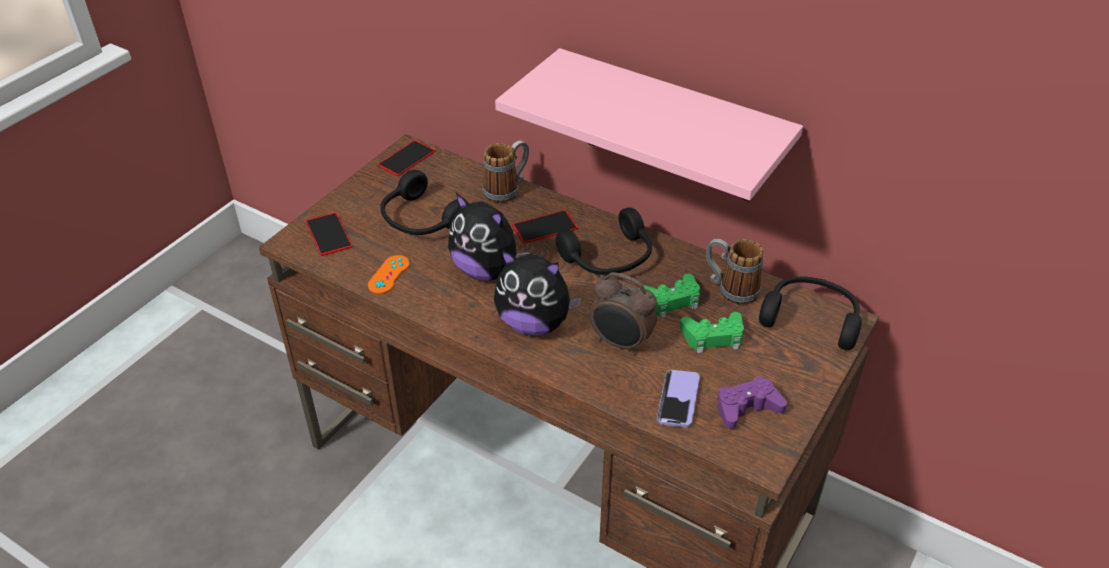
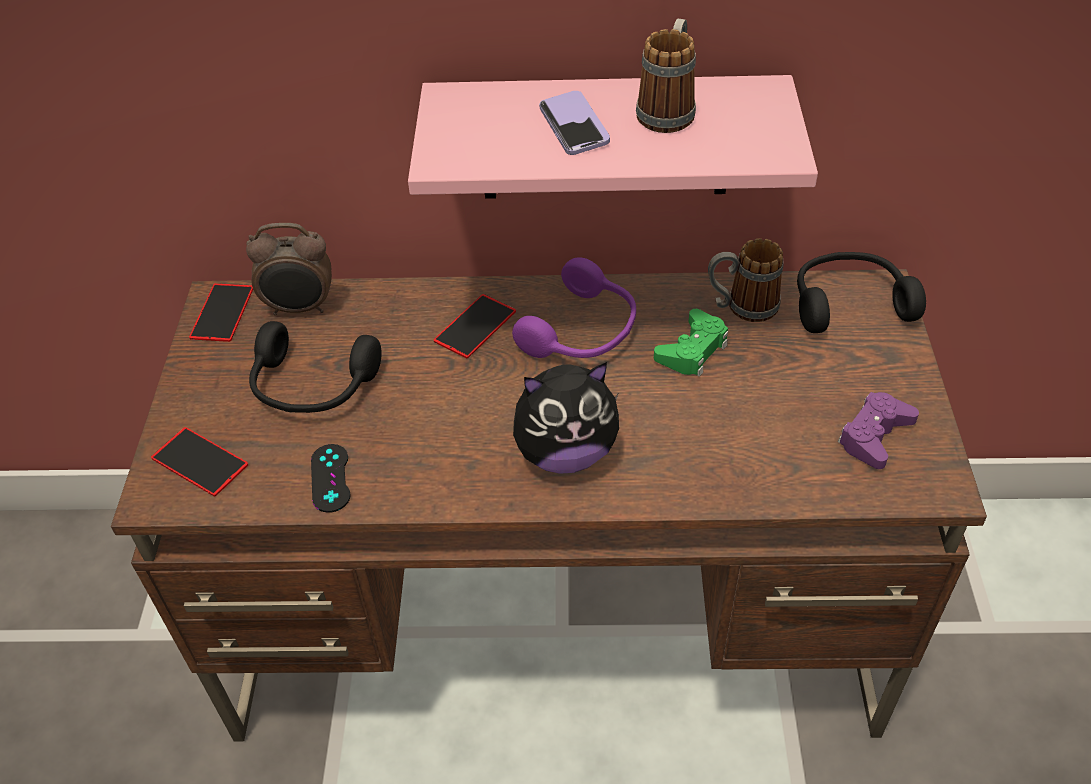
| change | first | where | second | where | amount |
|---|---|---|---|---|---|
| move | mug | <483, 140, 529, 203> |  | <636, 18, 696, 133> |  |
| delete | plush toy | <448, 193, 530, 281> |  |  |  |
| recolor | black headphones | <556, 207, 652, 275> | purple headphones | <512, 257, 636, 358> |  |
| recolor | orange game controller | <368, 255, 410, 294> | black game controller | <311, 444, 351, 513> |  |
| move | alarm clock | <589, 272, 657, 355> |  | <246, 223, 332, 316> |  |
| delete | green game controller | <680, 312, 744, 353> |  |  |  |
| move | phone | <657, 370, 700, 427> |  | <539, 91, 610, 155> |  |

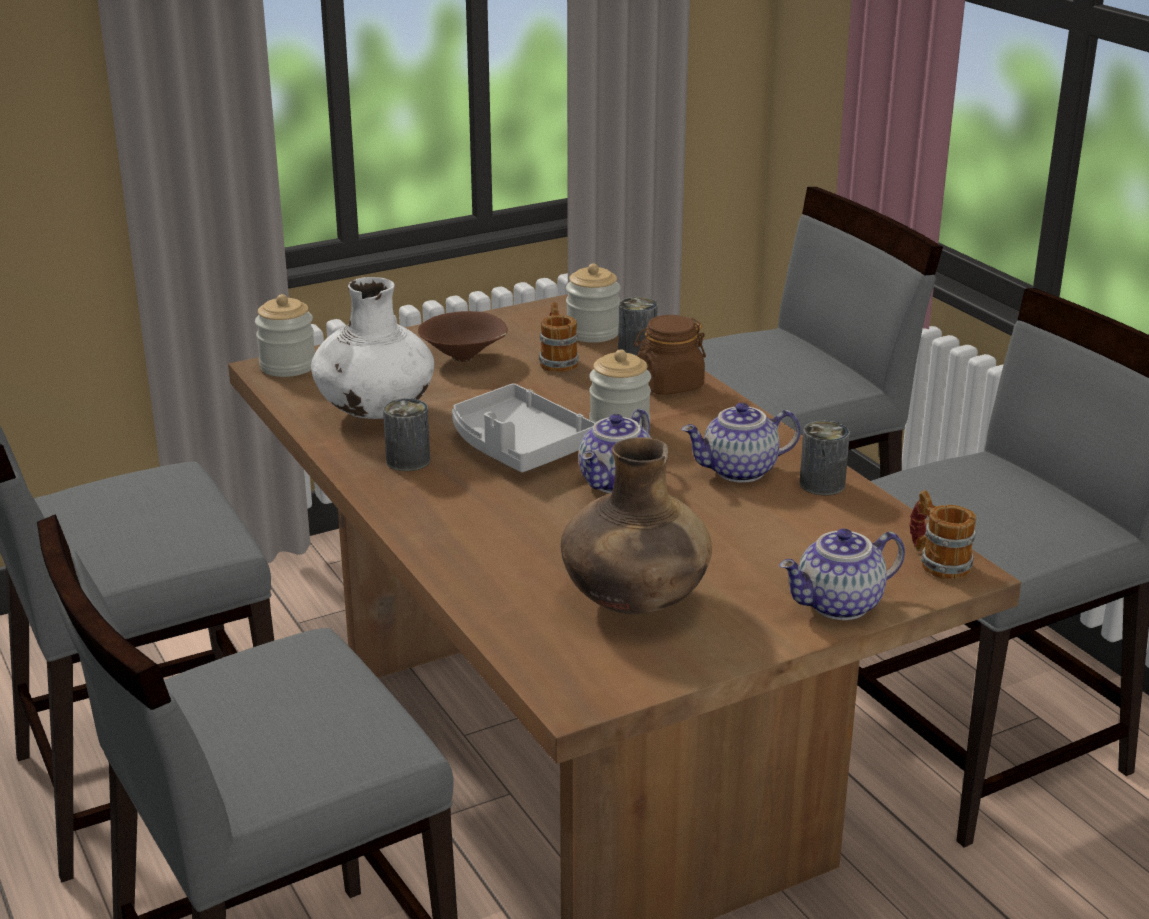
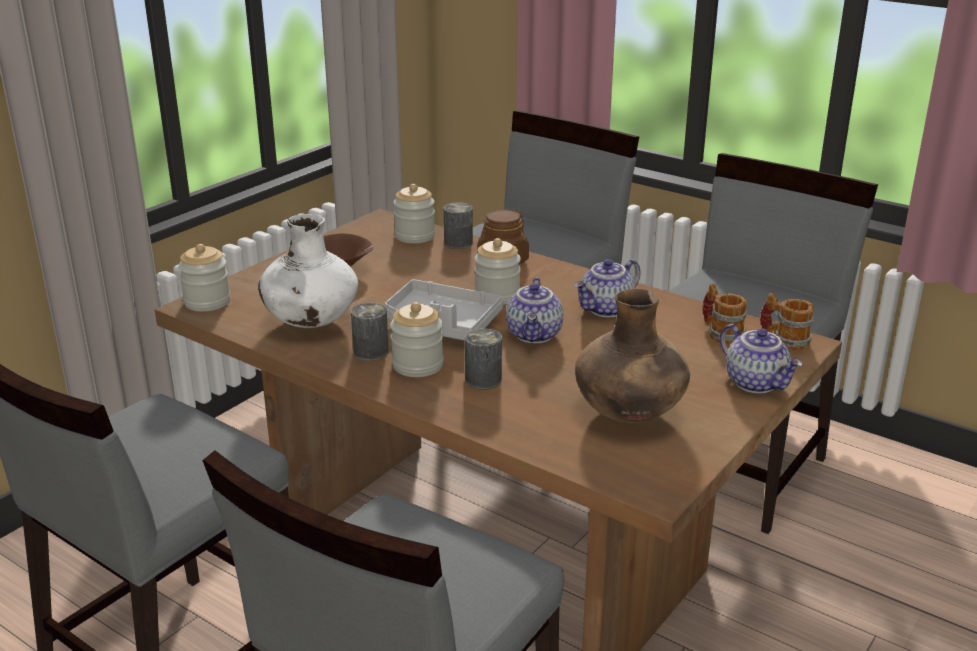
| change | first | where | second | where | amount |
|---|---|---|---|---|---|
| move | mug | <539, 302, 579, 372> |  | <703, 283, 747, 344> |  |
| move | can | <800, 421, 850, 495> |  | <465, 328, 502, 390> |  |
| rotate | teapot | <779, 529, 905, 620> |  | <720, 324, 803, 394> | 75 degrees counterclockwise |
| insert |  |  | jar | <390, 302, 444, 377> |  |

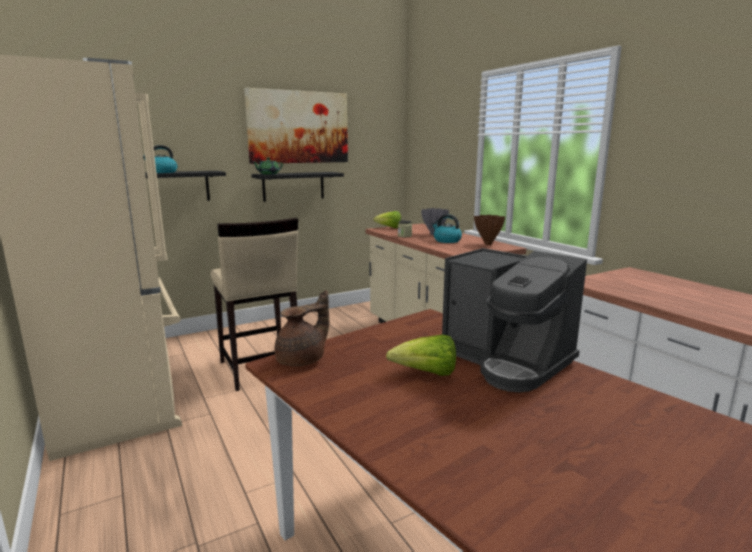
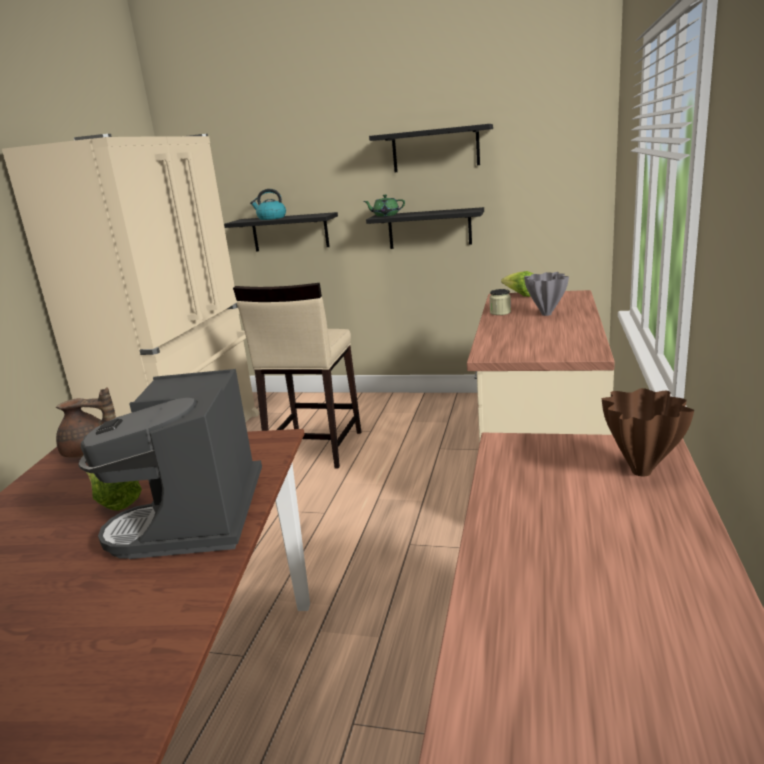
| change | first | where | second | where | amount |
|---|---|---|---|---|---|
| replace | picture | <244, 88, 348, 164> | black shelf | <369, 124, 493, 172> |  |
| delete | kettle | <432, 214, 462, 243> |  |  |  |
| move | brown vase | <474, 215, 505, 245> |  | <602, 388, 694, 477> |  |

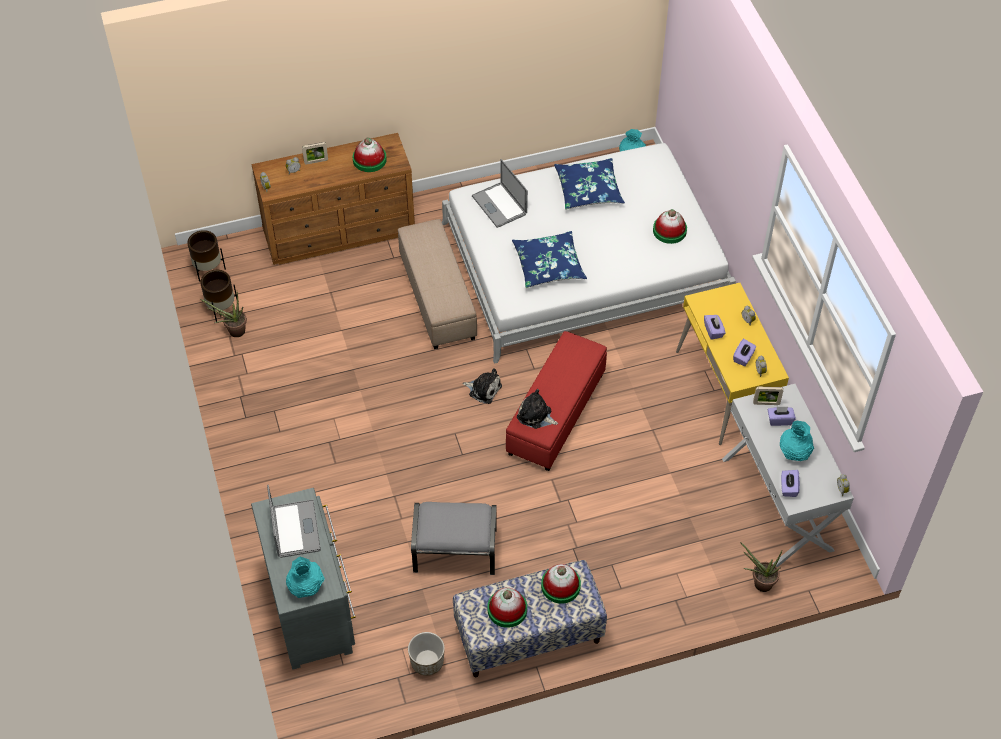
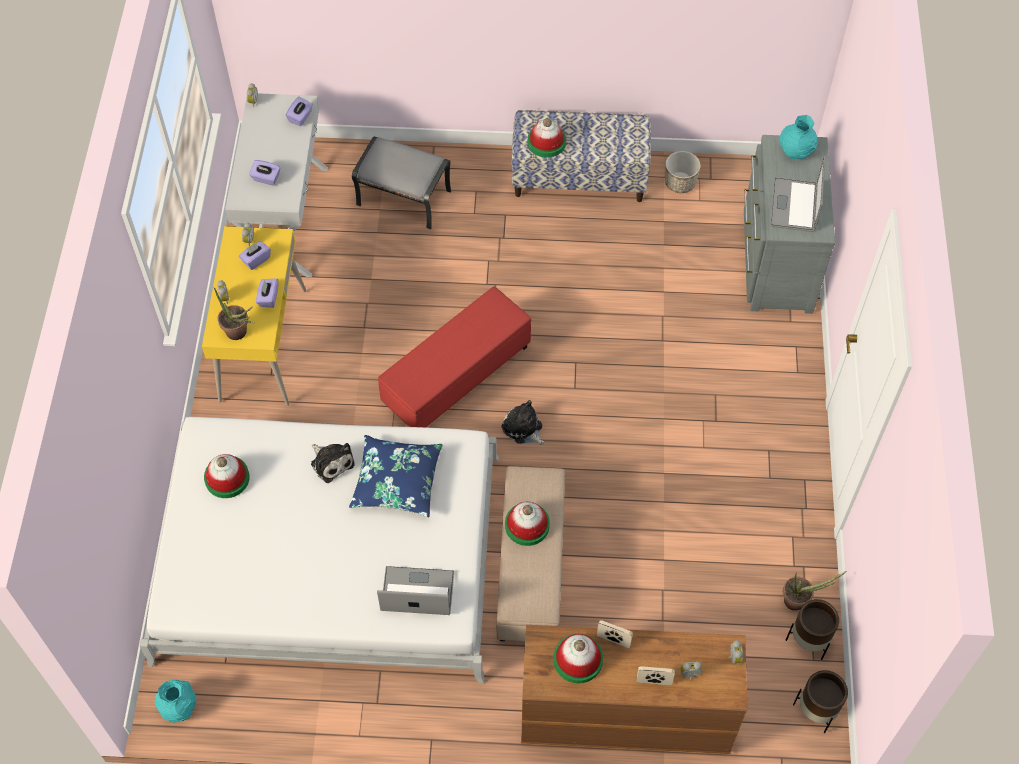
| change | first | where | second | where | amount |
|---|---|---|---|---|---|
| delete | blue pillow | <554, 158, 625, 210> |  |  |  |
| rotate | laptop | <472, 159, 528, 228> |  | <377, 566, 454, 615> | 75 degrees counterclockwise |
| move | picture frame | <753, 387, 783, 405> |  | <597, 620, 633, 648> |  |
| move | plush toy | <517, 389, 558, 429> |  | <311, 443, 355, 483> |  |
| delete | turquoise vase | <780, 421, 814, 461> |  |  |  |
| move | grey ottoman | <411, 502, 497, 575> |  | <352, 136, 451, 230> |  |
| move | potted plant | <740, 542, 782, 592> |  | <214, 288, 254, 340> |  |
| move | hat | <487, 588, 527, 628> |  | <505, 502, 550, 546> |  |

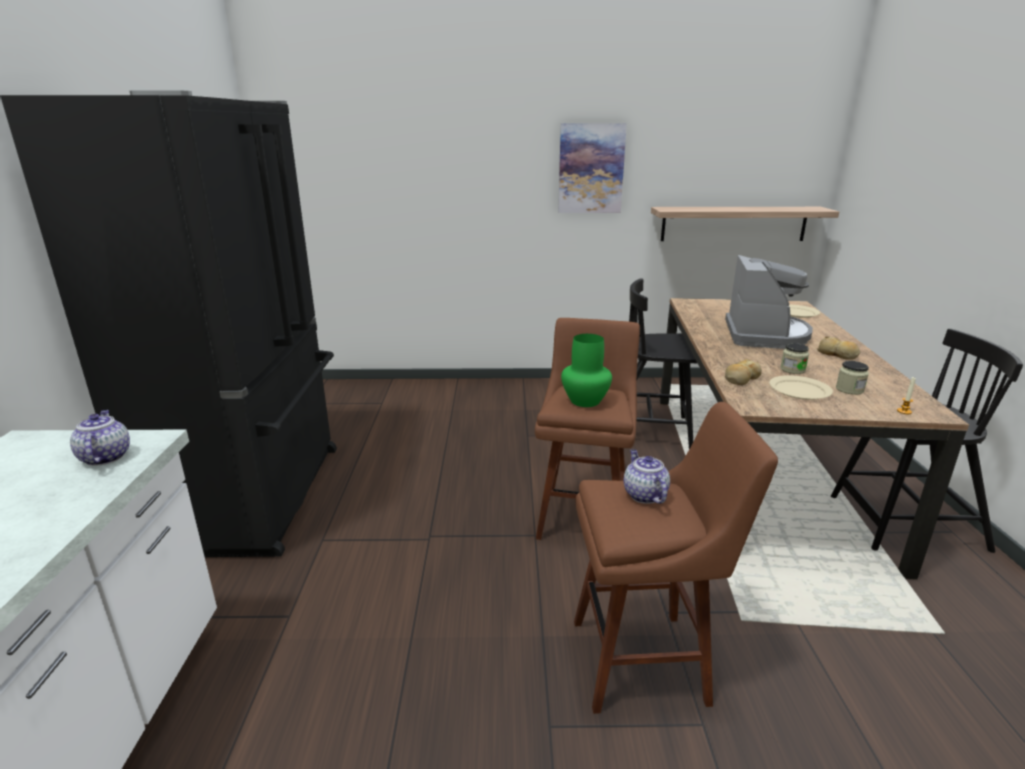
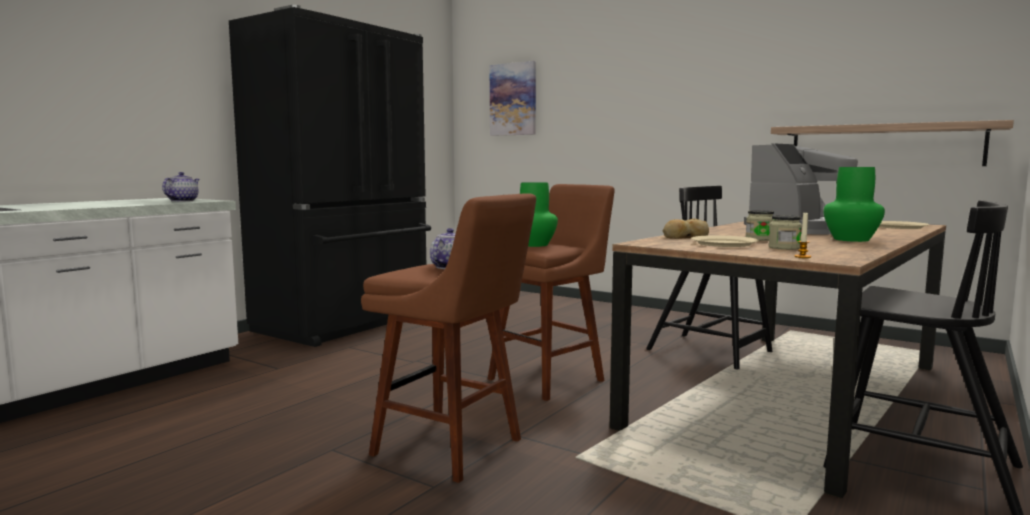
| change | first | where | second | where | amount |
|---|---|---|---|---|---|
| move | picture | <558, 123, 627, 213> |  | <490, 61, 536, 136> |  |
| replace | bread | <817, 337, 860, 360> | green vase | <824, 167, 885, 242> |  |

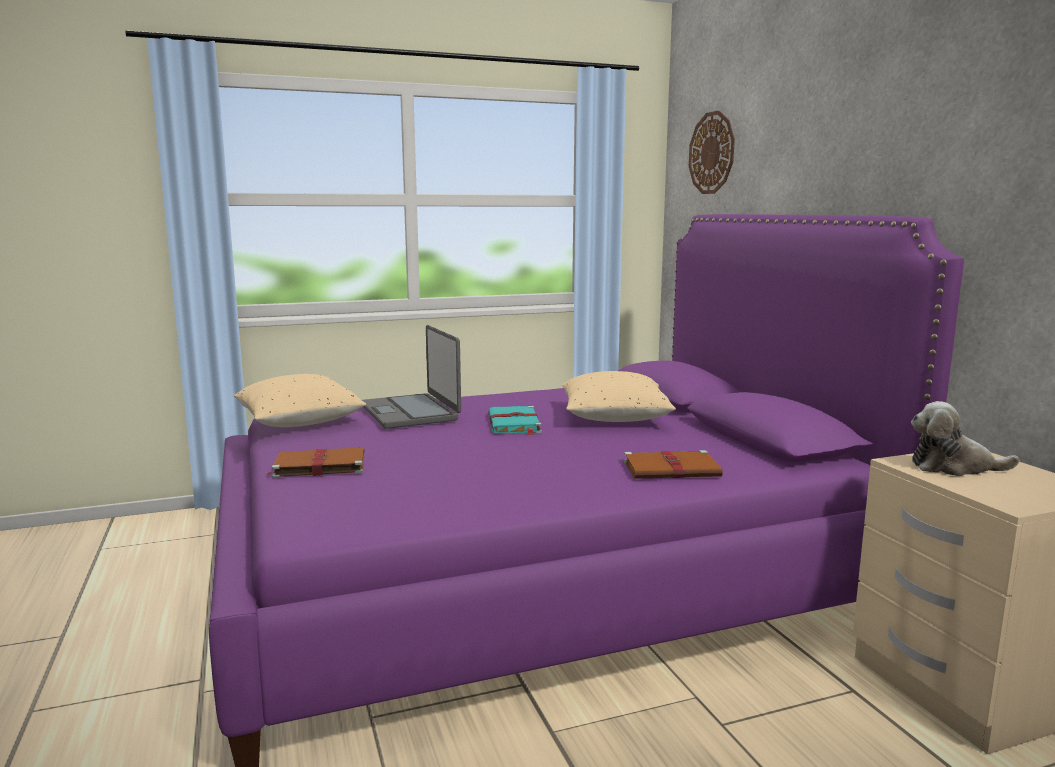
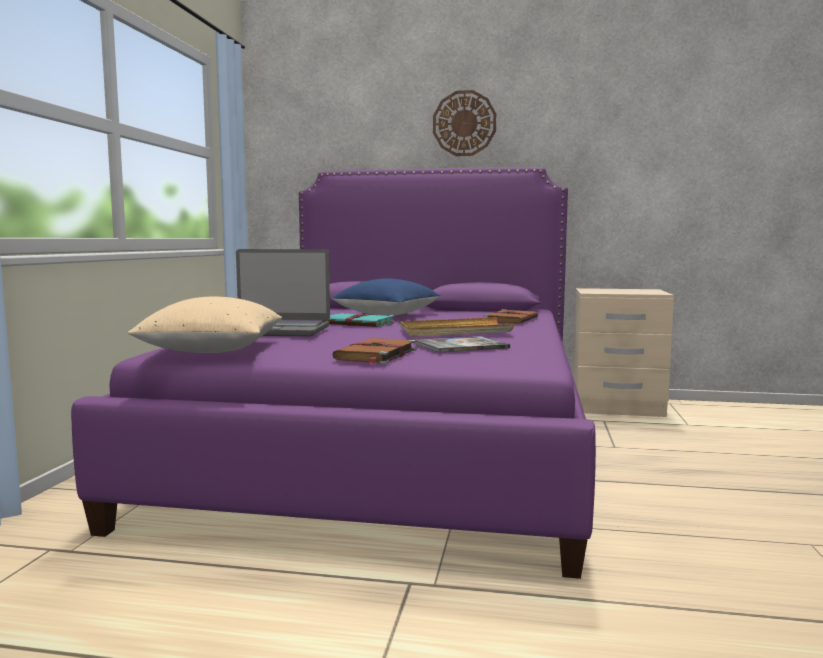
| change | first | where | second | where | amount |
|---|---|---|---|---|---|
| move | wall clock | <689, 111, 735, 194> |  | <433, 90, 496, 156> |  |
| recolor | beige pillow | <562, 371, 676, 422> | blue pillow | <331, 279, 441, 316> |  |
| delete | plush toy | <911, 401, 1019, 476> |  |  |  |
| insert |  |  | beige tray | <400, 317, 514, 337> |  |
| insert |  |  | book | <413, 337, 510, 353> |  |

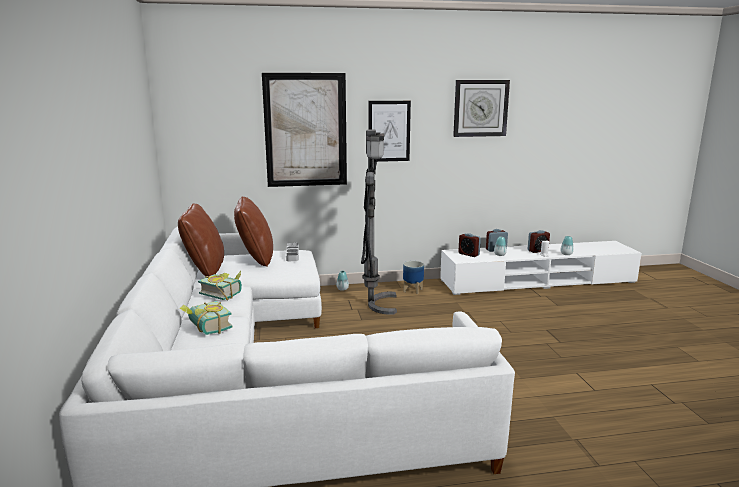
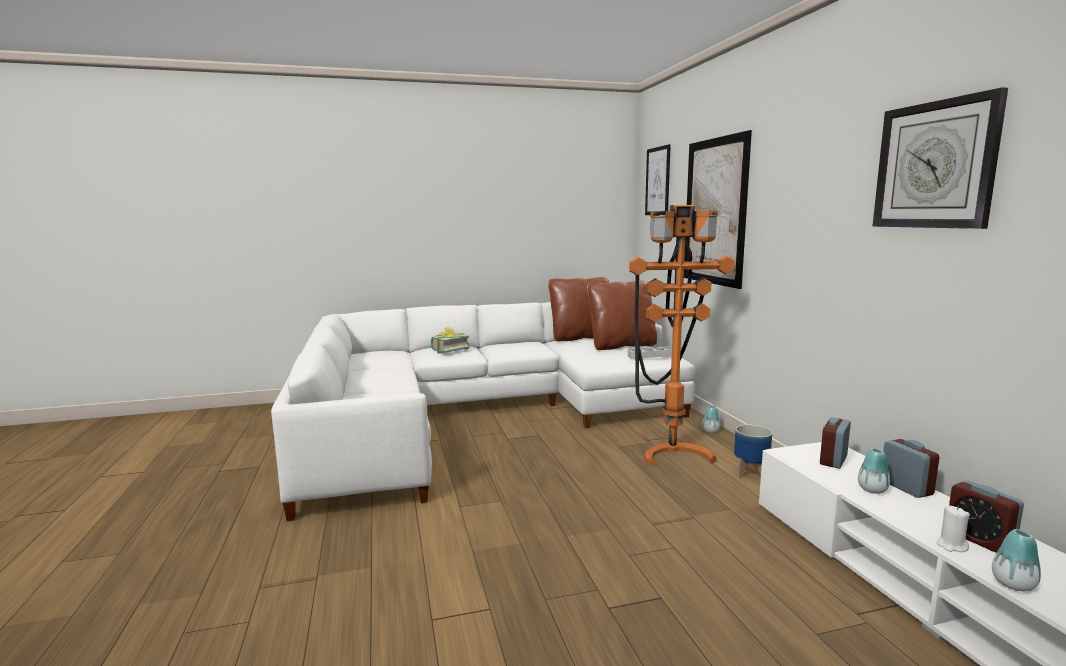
| change | first | where | second | where | amount |
|---|---|---|---|---|---|
| move | picture | <368, 101, 411, 162> |  | <645, 144, 671, 215> |  |
| recolor | grey floor lamp | <361, 130, 397, 315> | orange floor lamp | <629, 205, 735, 465> |  |
| delete | book | <198, 271, 242, 300> |  |  |  |

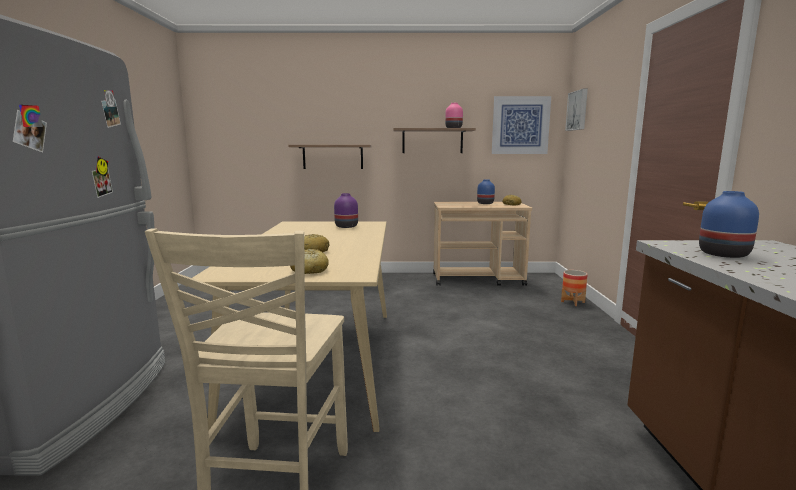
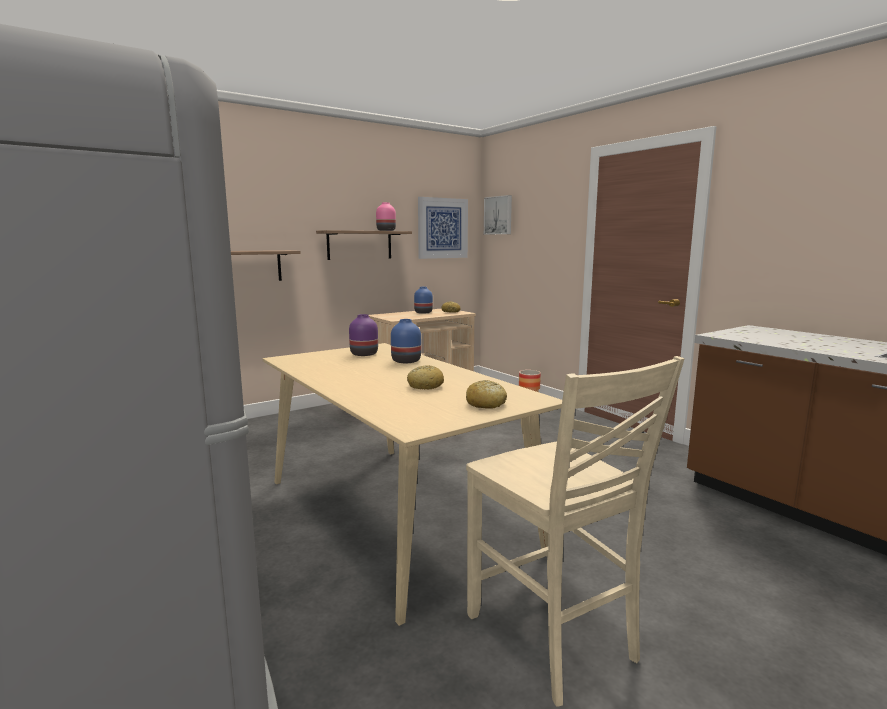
| change | first | where | second | where | amount |
|---|---|---|---|---|---|
| move | blue vase | <699, 191, 759, 258> |  | <391, 319, 421, 363> |  |

